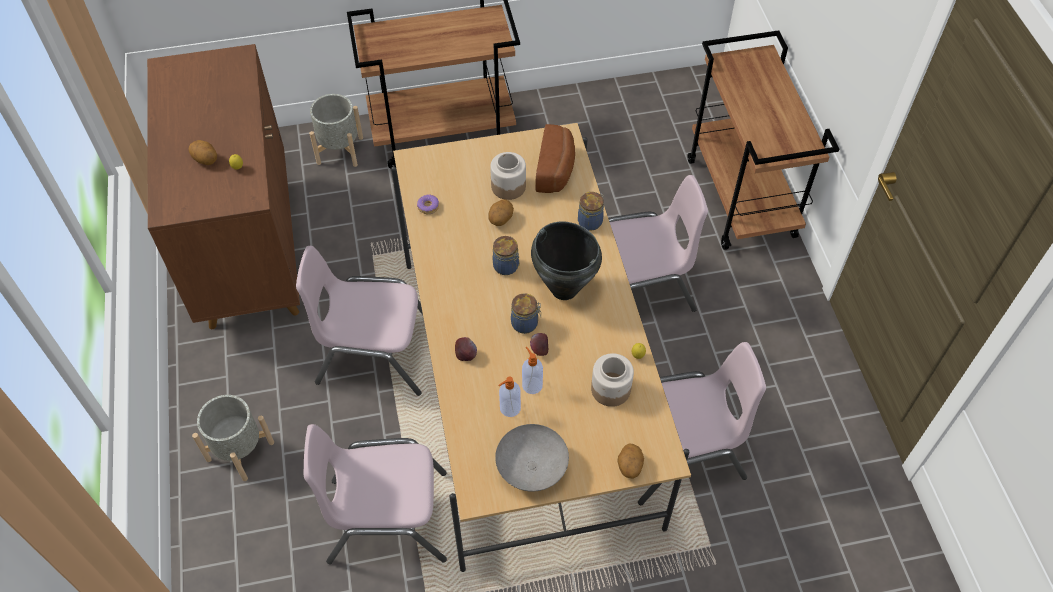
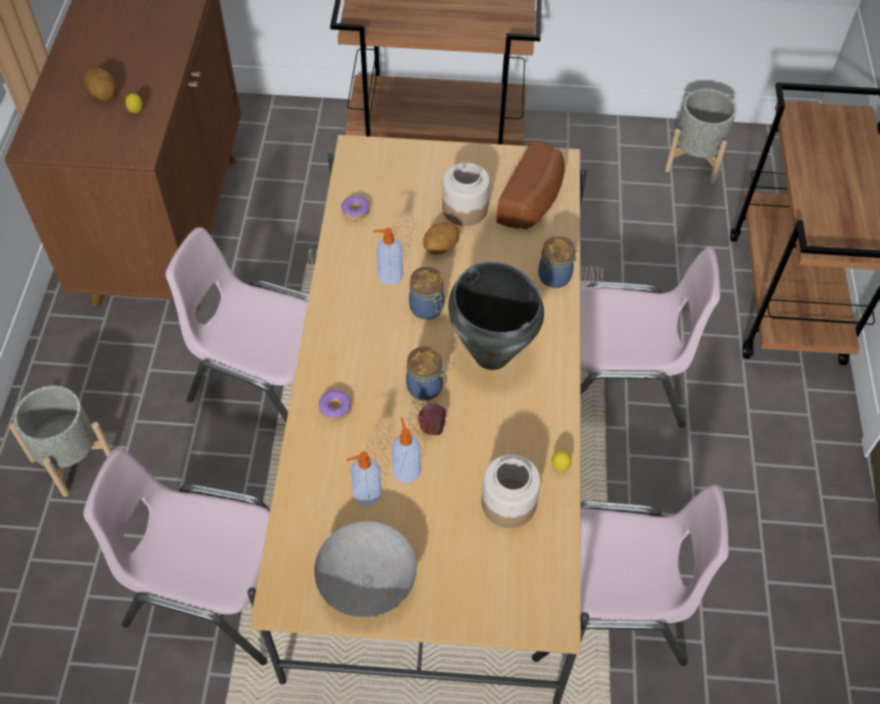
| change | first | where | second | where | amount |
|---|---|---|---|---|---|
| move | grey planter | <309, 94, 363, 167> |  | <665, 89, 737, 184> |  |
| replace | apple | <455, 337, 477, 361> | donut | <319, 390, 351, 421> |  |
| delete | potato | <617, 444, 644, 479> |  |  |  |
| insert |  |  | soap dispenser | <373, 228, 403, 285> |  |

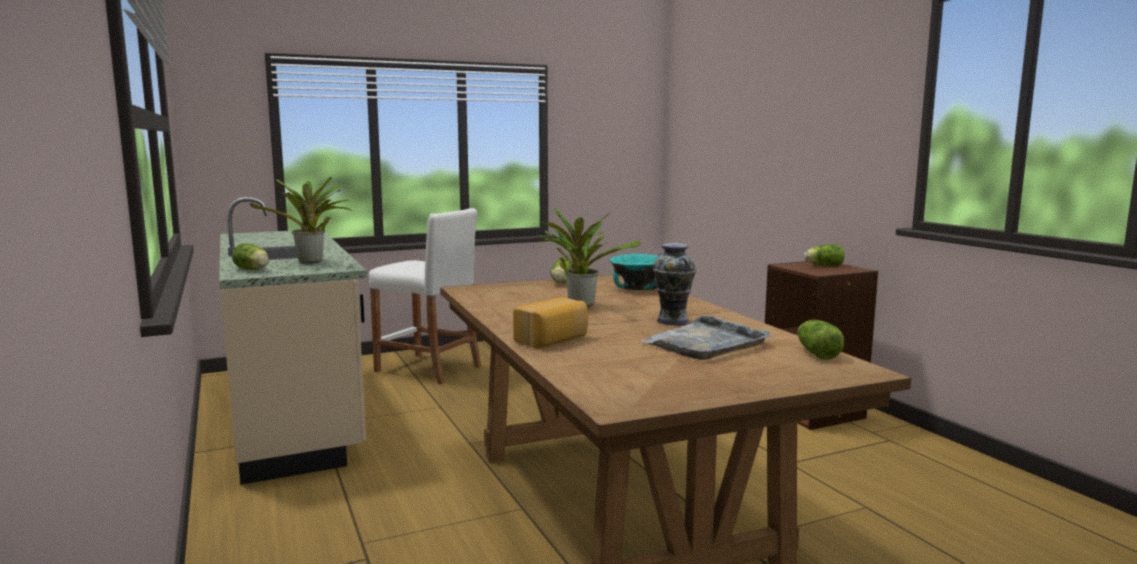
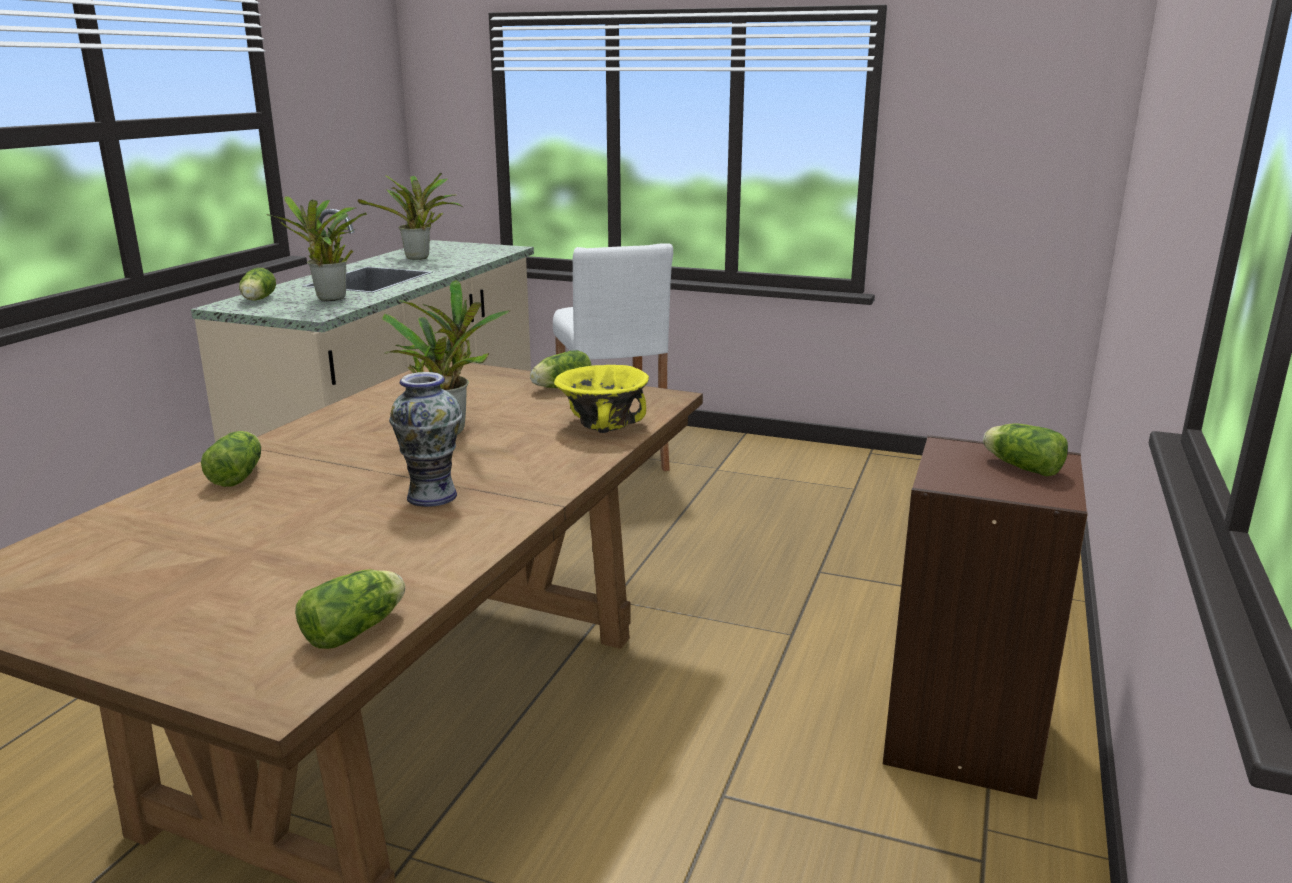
| change | first | where | second | where | amount |
|---|---|---|---|---|---|
| recolor | turquoise bowl | <610, 254, 658, 290> | yellow bowl | <554, 365, 649, 433> |  |
| replace | bread | <513, 298, 588, 348> | lettuce | <201, 431, 261, 487> |  |
| delete | grey tray | <640, 316, 770, 360> |  |  |  |
| insert |  |  | potted plant | <357, 173, 464, 260> |  |

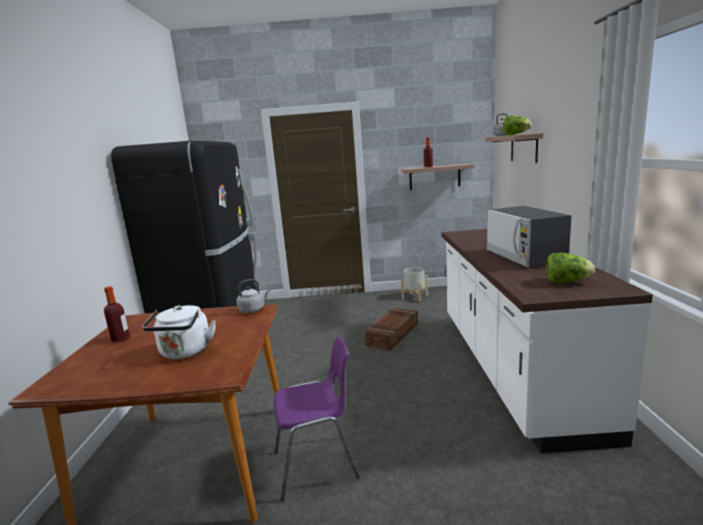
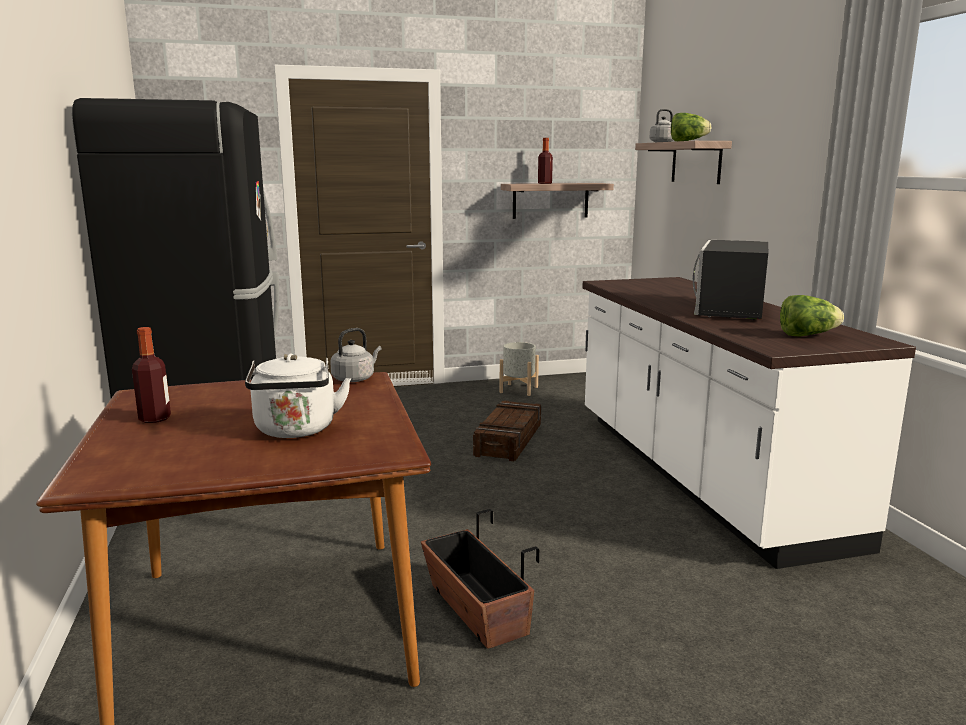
| change | first | where | second | where | amount |
|---|---|---|---|---|---|
| rotate | microwave | <487, 206, 572, 267> |  | <693, 240, 768, 320> | 45 degrees clockwise |
| replace | purple chair | <273, 337, 360, 501> | planter | <421, 509, 539, 649> |  |

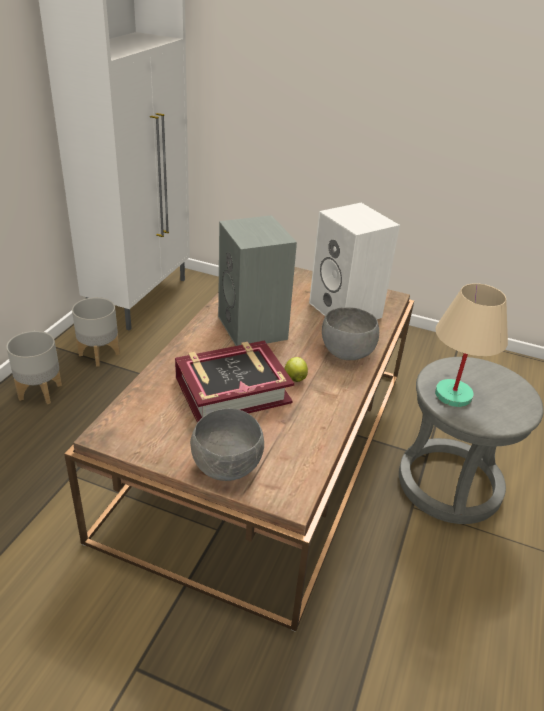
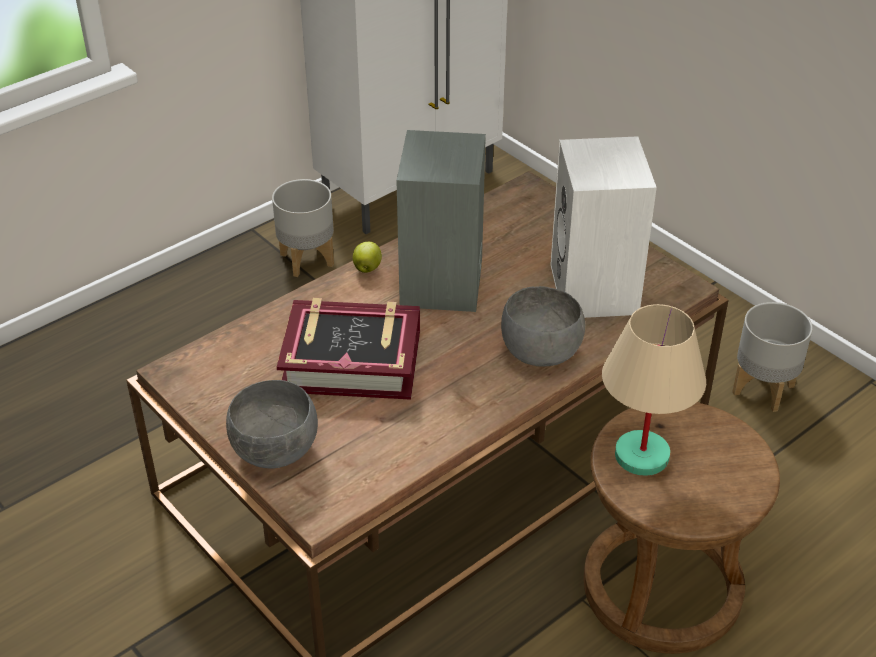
| change | first | where | second | where | amount |
|---|---|---|---|---|---|
| move | grey planter | <6, 331, 62, 404> |  | <732, 302, 813, 412> |  |
| move | apple | <285, 357, 308, 382> |  | <353, 242, 382, 273> |  |
| recolor | grey stool | <399, 357, 544, 524> | brown stool | <583, 403, 780, 654> |  |

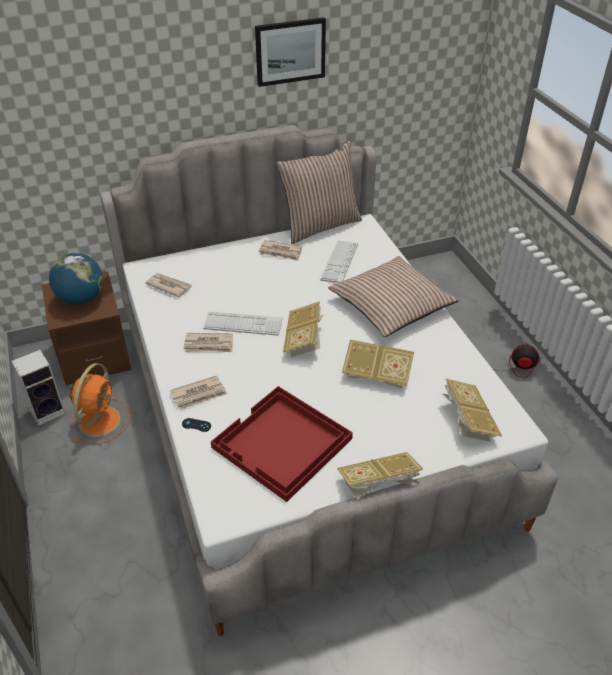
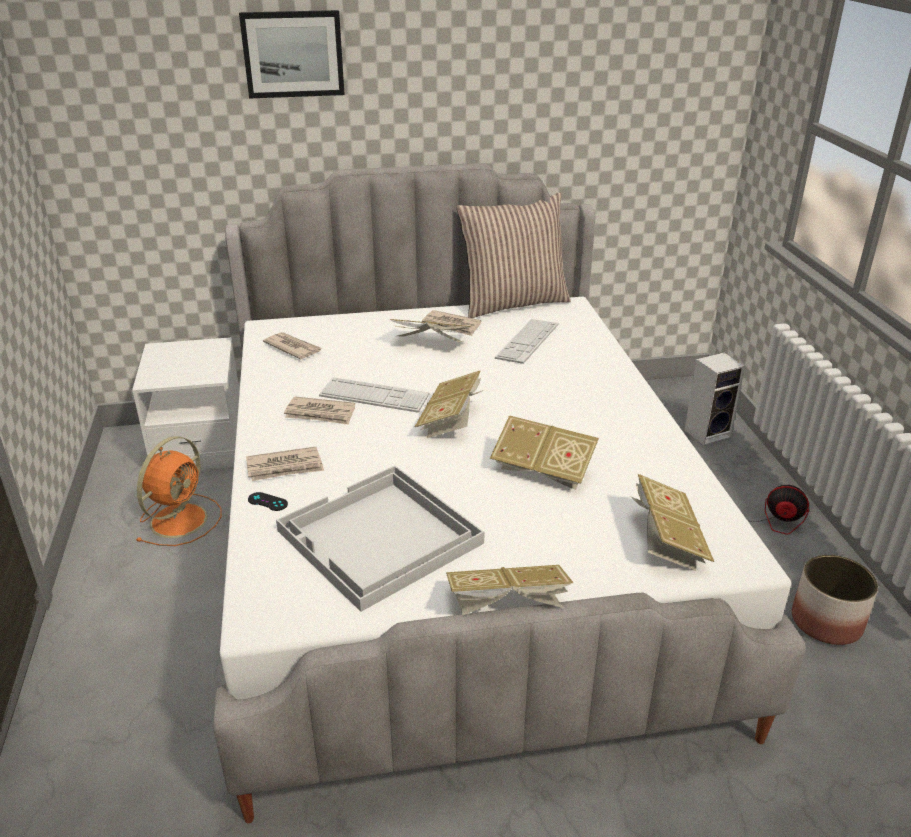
| change | first | where | second | where | amount |
|---|---|---|---|---|---|
| move | picture | <255, 17, 326, 87> |  | <239, 10, 345, 99> |  |
| delete | globe | <49, 253, 103, 305> |  |  |  |
| delete | pillow | <328, 256, 459, 337> |  |  |  |
| recolor | brown nightstand | <42, 271, 131, 386> | white nightstand | <132, 337, 240, 470> |  |
| move | speaker | <11, 350, 66, 426> |  | <685, 353, 745, 445> |  |
| recolor | red tray | <211, 386, 353, 502> | white tray | <276, 466, 484, 612> |  |
| insert |  |  | book | <390, 319, 472, 342> |  |
| insert |  |  | planter | <792, 555, 878, 645> |  |

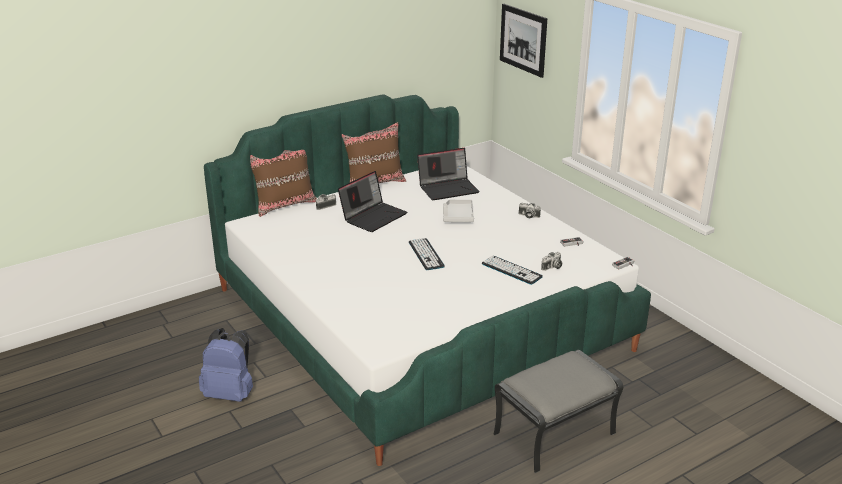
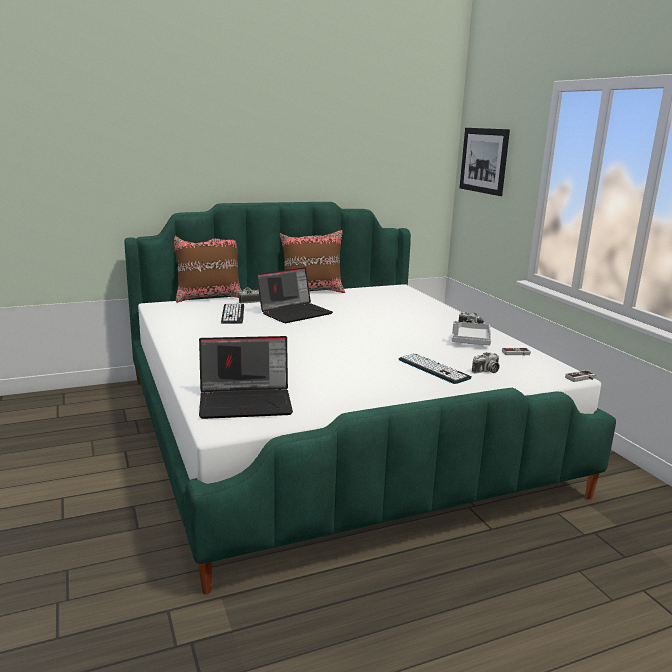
| change | first | where | second | where | amount |
|---|---|---|---|---|---|
| move | laptop | <417, 148, 480, 200> |  | <199, 336, 293, 419> |  |
| move | grey tray | <443, 200, 474, 222> |  | <452, 321, 491, 345> |  |
| move | keyboard | <409, 238, 445, 270> |  | <221, 303, 244, 324> |  |
| delete | blue backpack | <199, 328, 253, 402> |  |  |  |
| delete | grey ottoman | <493, 350, 623, 473> |  |  |  |

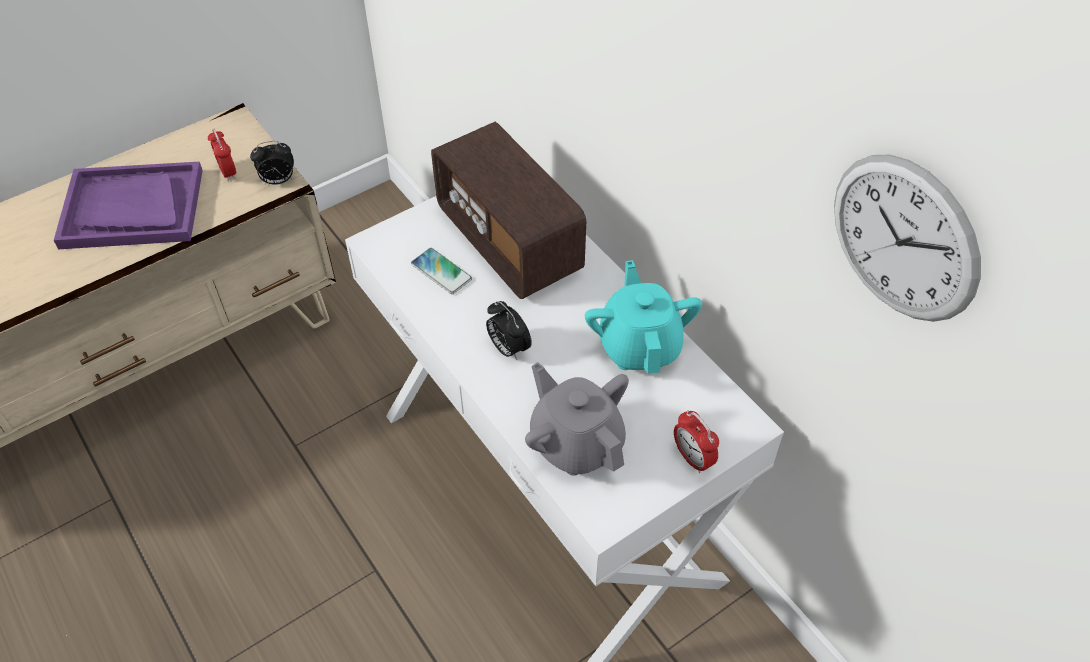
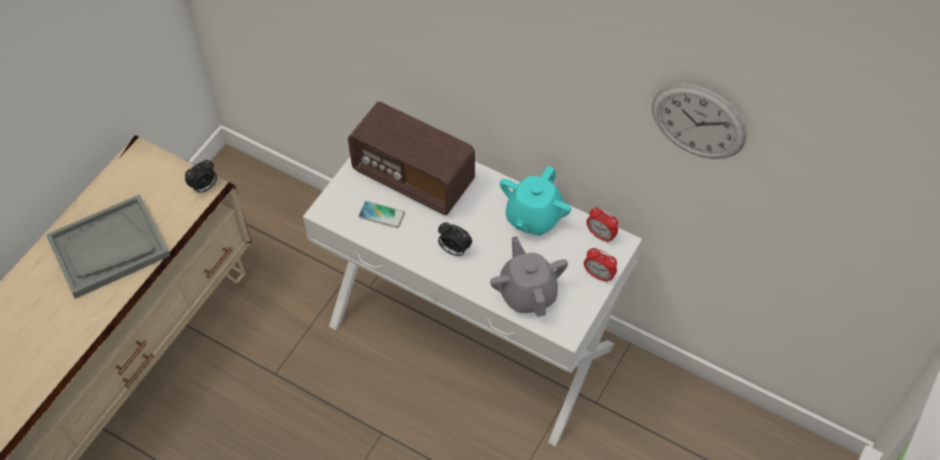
| change | first | where | second | where | amount |
|---|---|---|---|---|---|
| move | alarm clock | <208, 129, 236, 181> |  | <587, 207, 618, 243> |  |
| recolor | purple tray | <53, 162, 203, 249> | grey tray | <46, 194, 170, 299> |  |
| rotate | turquoise teapot | <585, 260, 702, 374> |  | <500, 166, 571, 236> | 120 degrees counterclockwise |
| rotate | grey teapot | <525, 362, 629, 476> |  | <490, 236, 568, 317> | 45 degrees clockwise |

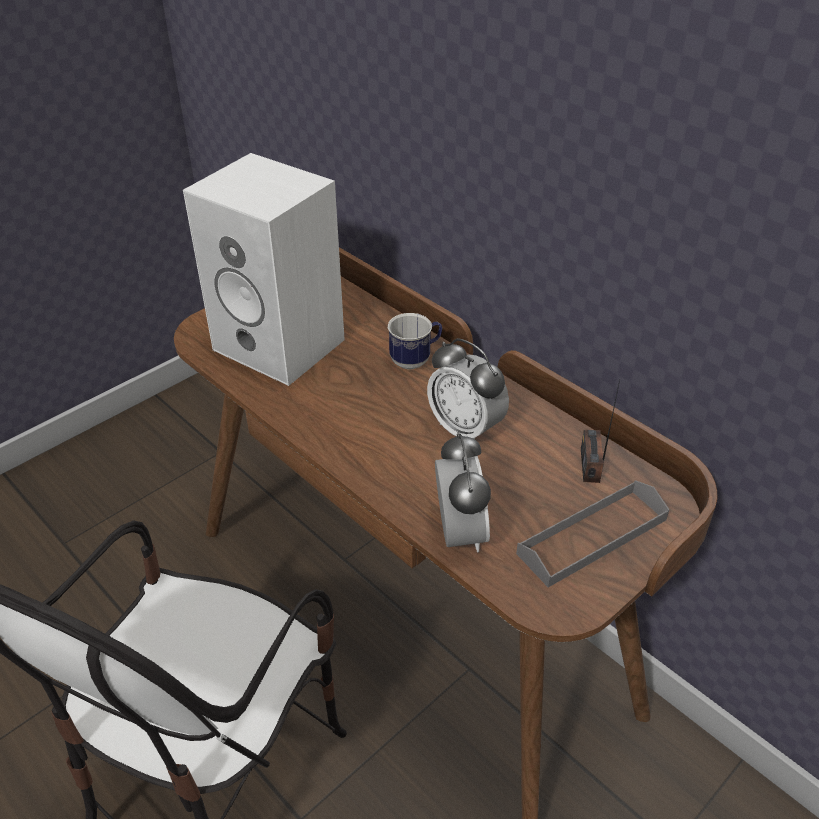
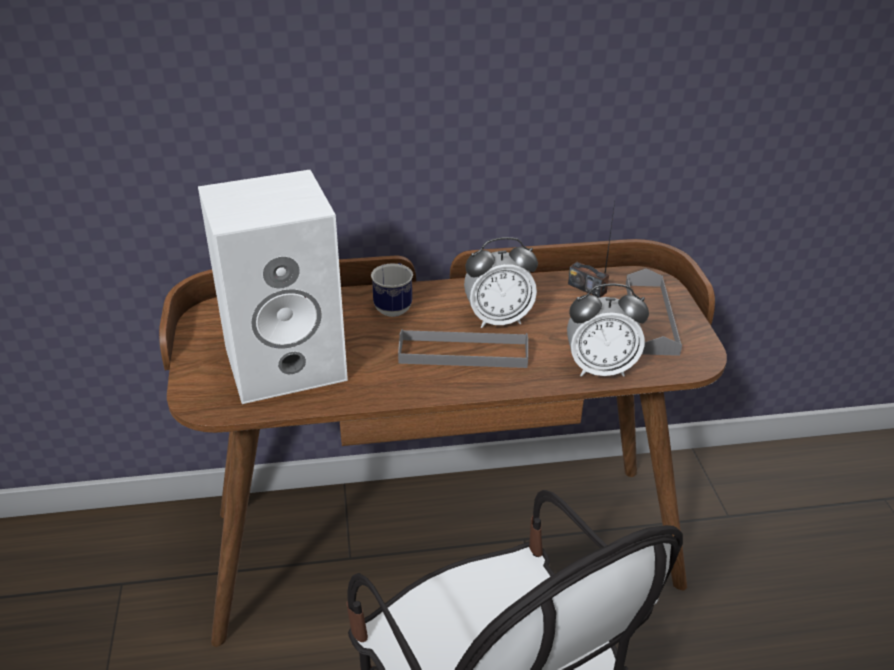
| change | first | where | second | where | amount |
|---|---|---|---|---|---|
| rotate | alarm clock | <435, 432, 491, 552> |  | <567, 283, 649, 377> | 150 degrees clockwise |
| insert |  |  | grey tray | <398, 329, 528, 368> |  |

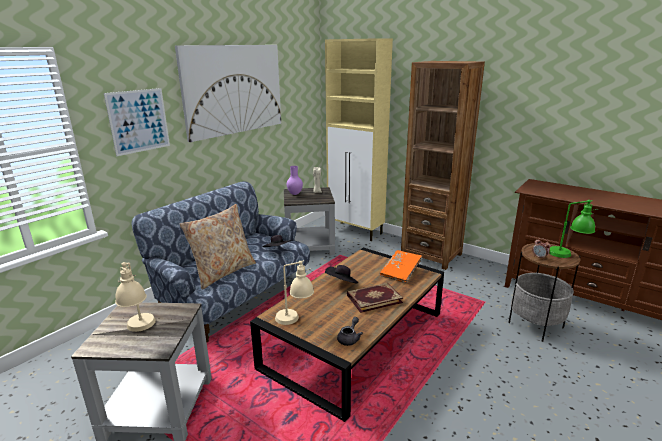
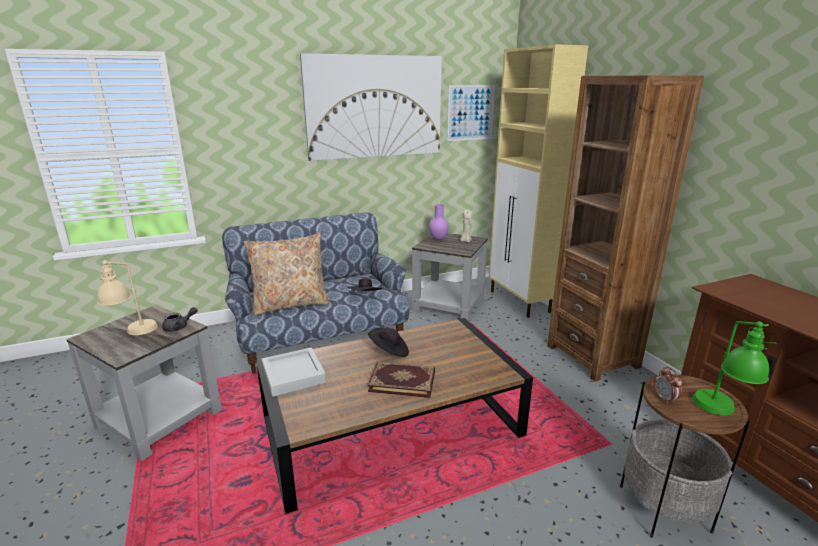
| change | first | where | second | where | amount |
|---|---|---|---|---|---|
| move | picture | <104, 88, 170, 156> |  | <447, 85, 495, 141> |  |
| delete | orange book | <380, 250, 422, 283> |  |  |  |
| replace | beige table lamp | <275, 260, 314, 325> | grey tray | <262, 348, 326, 397> |  |
| move | grey teapot | <337, 317, 363, 346> |  | <162, 307, 197, 332> |  |

